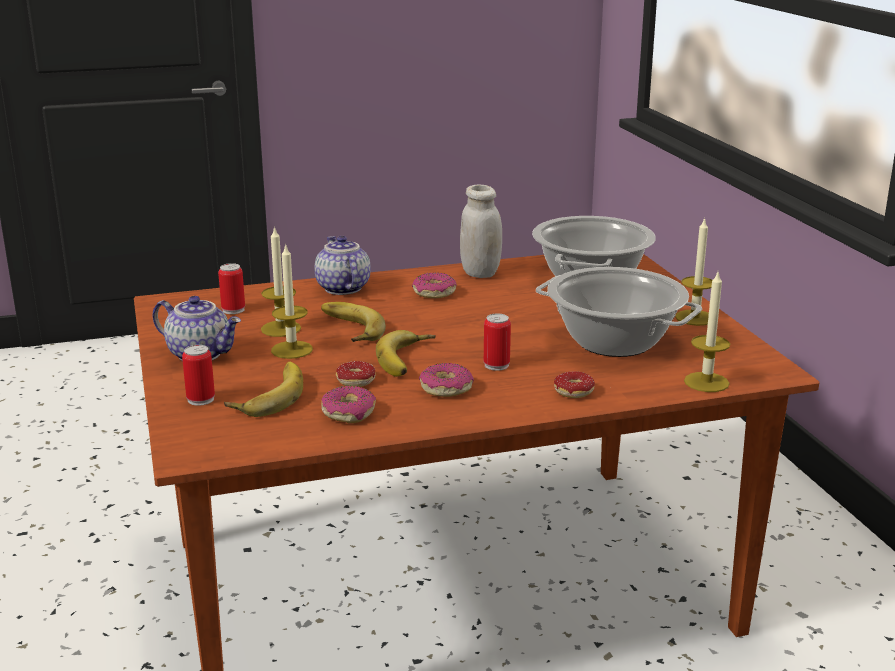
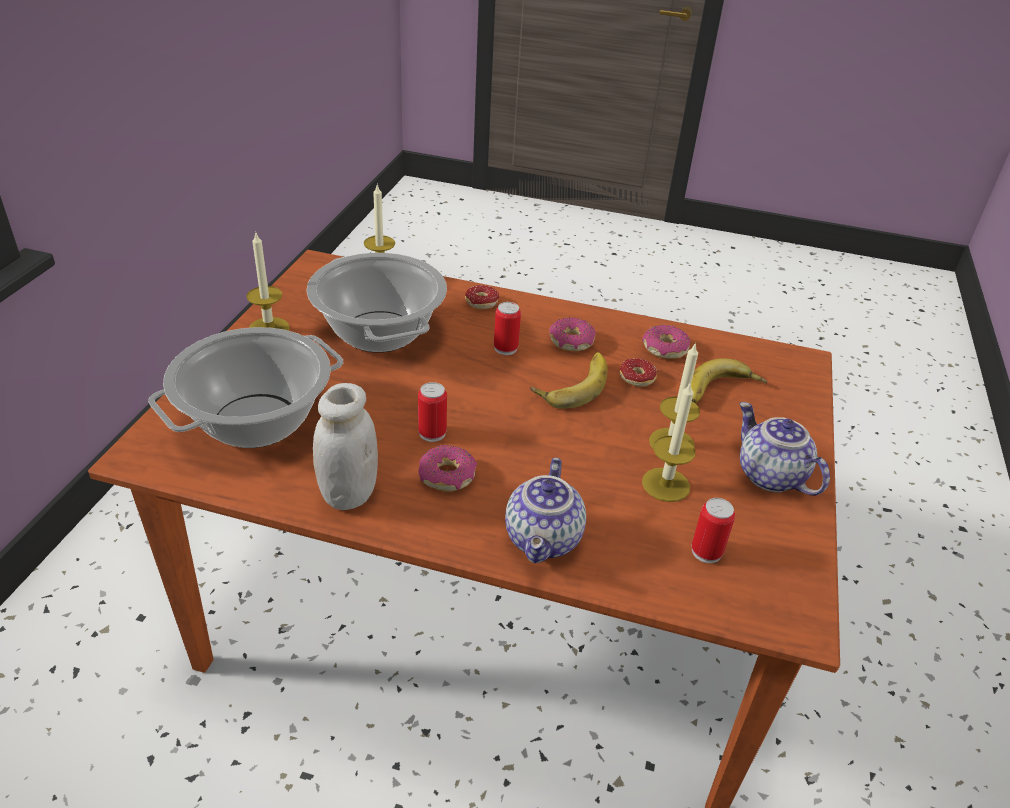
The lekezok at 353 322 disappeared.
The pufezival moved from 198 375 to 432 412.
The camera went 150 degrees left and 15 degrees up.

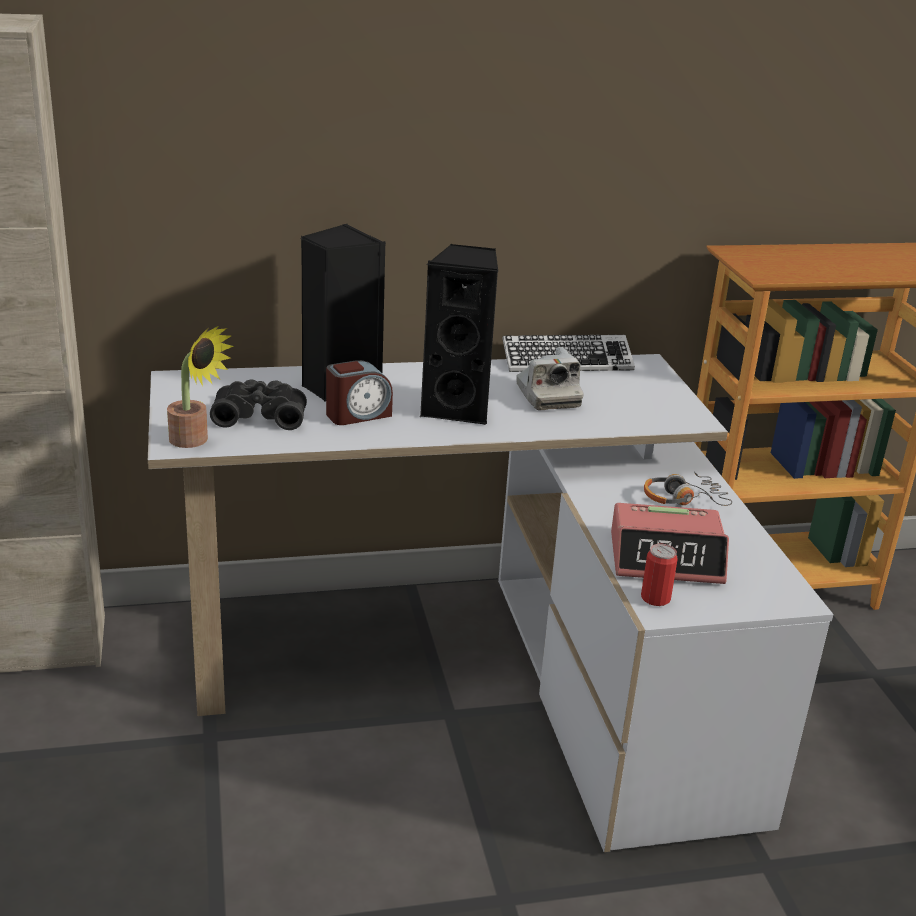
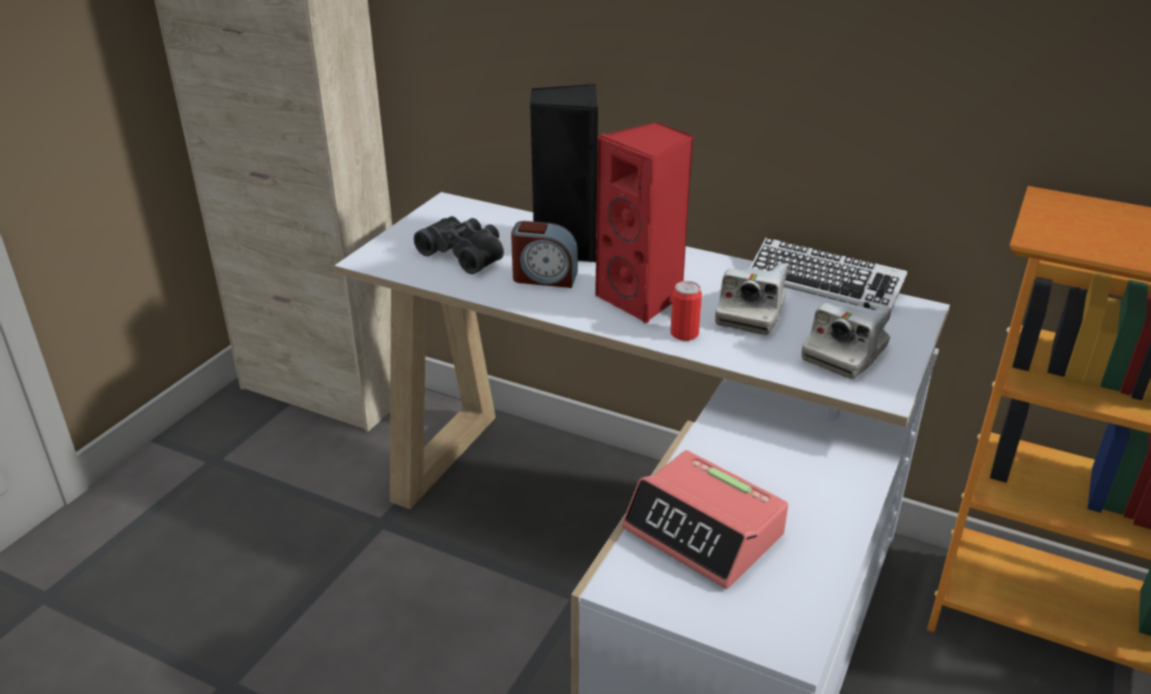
The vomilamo at 200 387 disappeared.
The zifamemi at 688 488 disappeared.
The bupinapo at 846 341 appeared.
The pufezival moved from 659 575 to 686 311.
The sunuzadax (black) at 459 334 became the sunuzadax (red) at 644 223.
The camera went 40 degrees right and 5 degrees up.

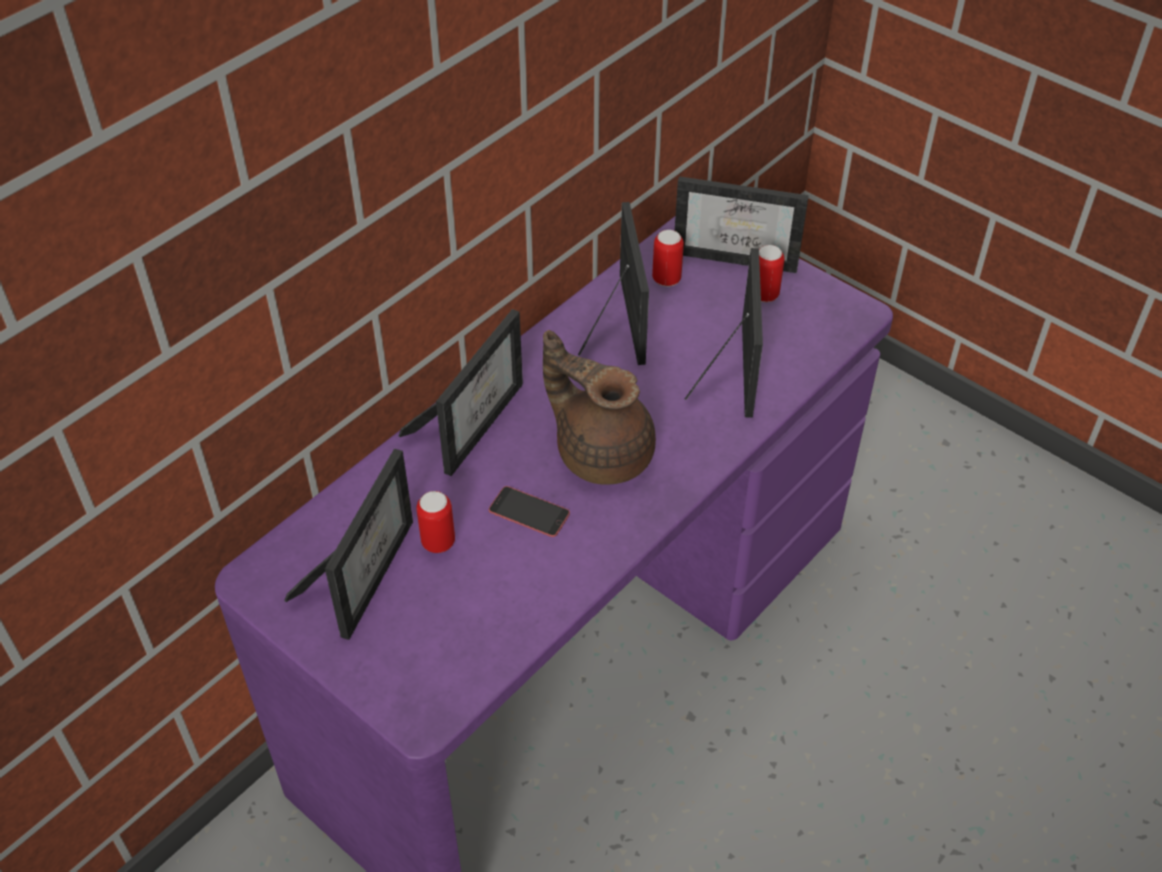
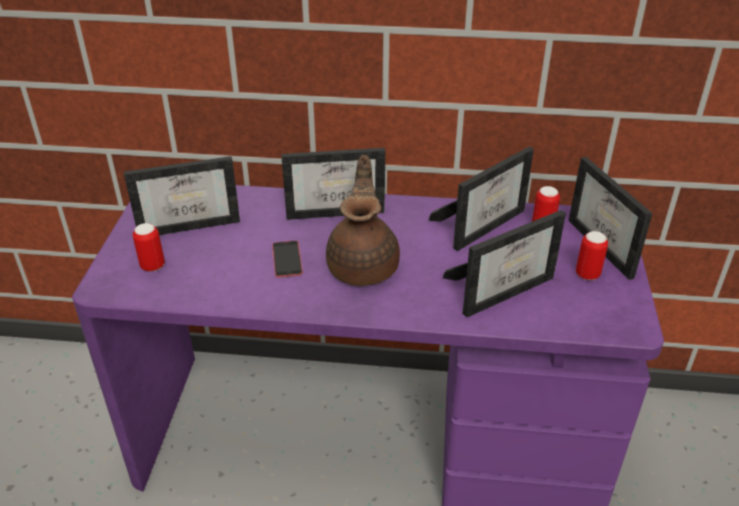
The pufezival moved from 435 522 to 149 247.
The camera went 55 degrees right and 10 degrees down.

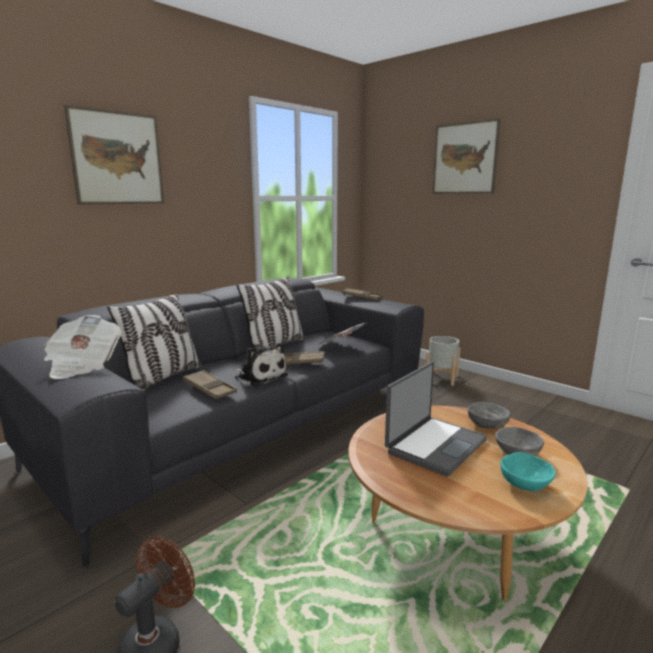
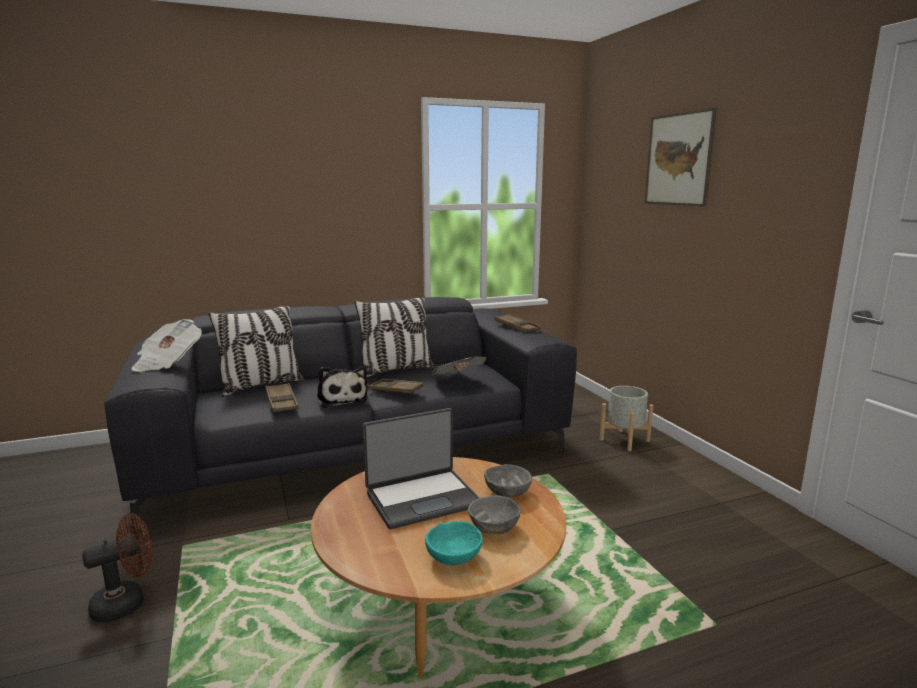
The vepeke at 114 155 disappeared.
The camera went 25 degrees right and 0 degrees up.

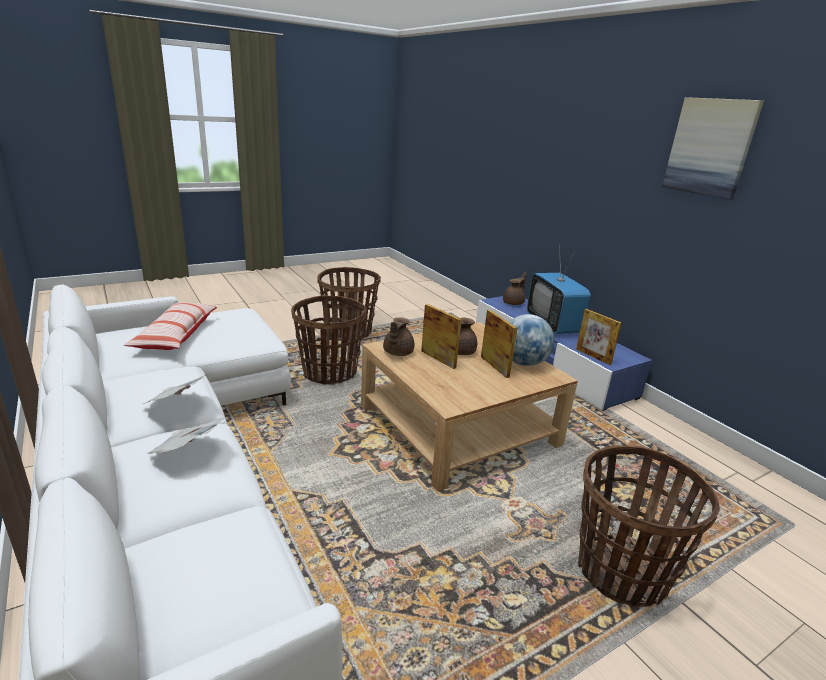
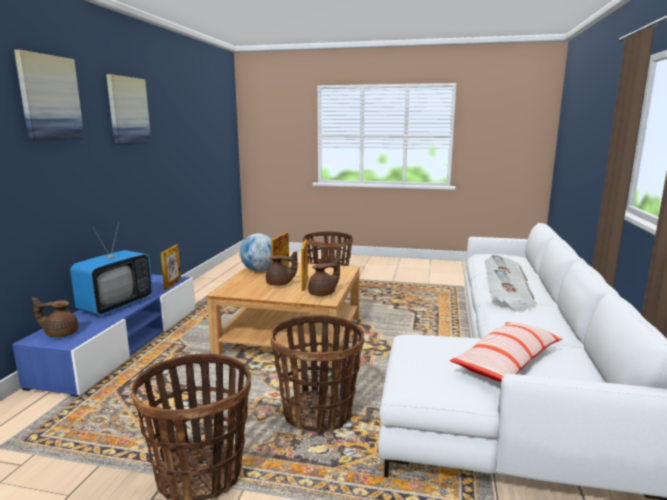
The vepeke at 49 95 appeared.
The camera went 135 degrees left and 10 degrees down.

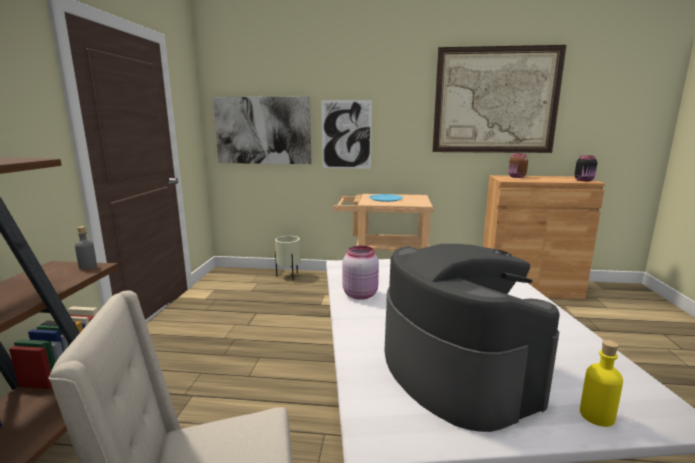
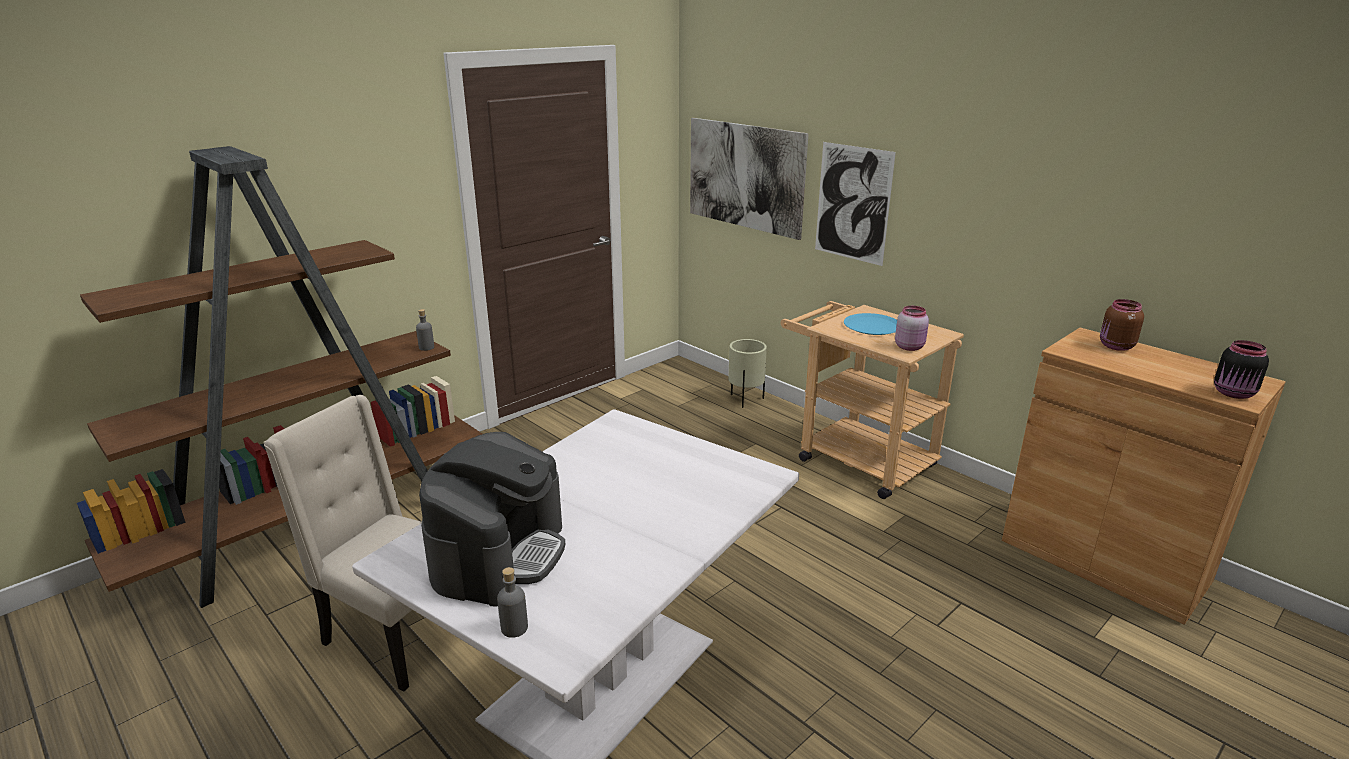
The vepeke at 499 99 disappeared.
The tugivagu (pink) moved from 360 273 to 912 328.
The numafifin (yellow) at 601 383 became the numafifin (grey) at 512 602.
The camera went 40 degrees right and 10 degrees up.

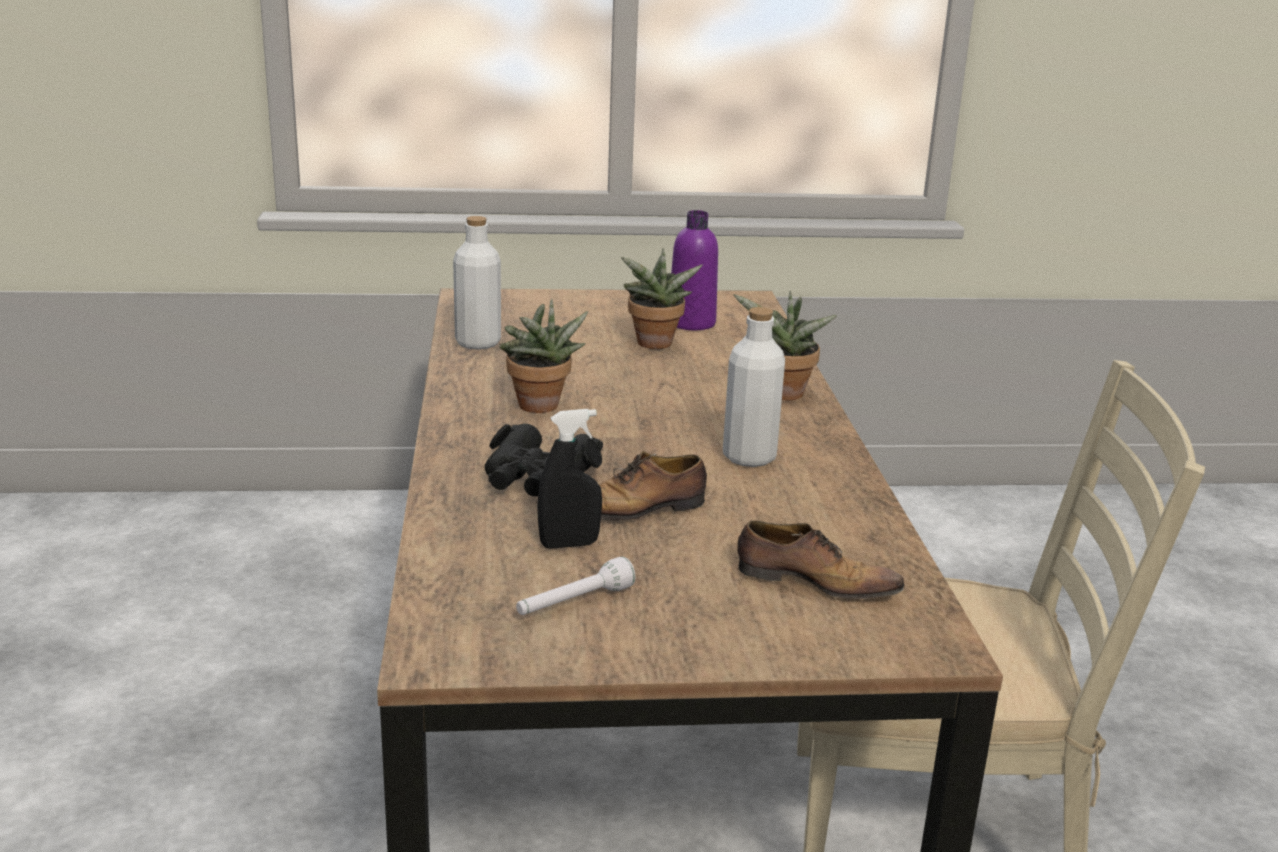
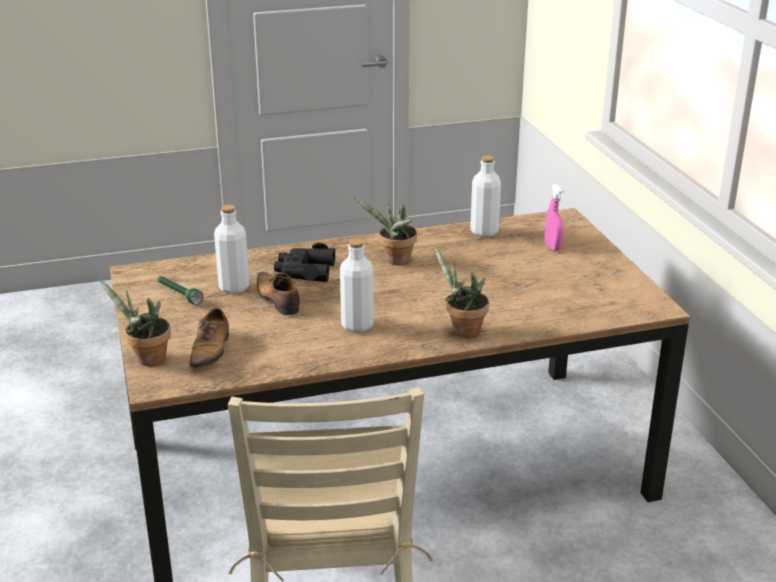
The numafifin (purple) at 694 270 disappeared.
The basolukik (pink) at 554 217 appeared.
The vomilamo moved from 662 298 to 135 322.
The basolukik (black) at 569 479 was replaced by the numafifin (white) at 231 249.
The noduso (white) at 575 586 became the noduso (green) at 180 290.
The camera went 80 degrees right and 5 degrees up.

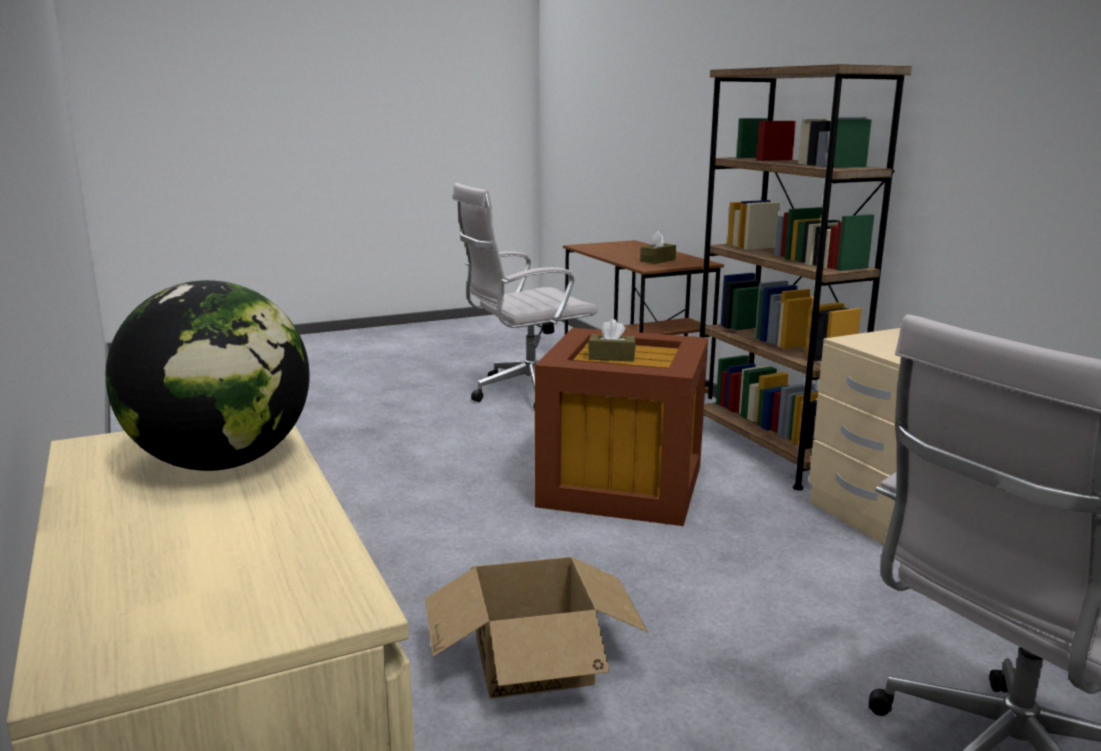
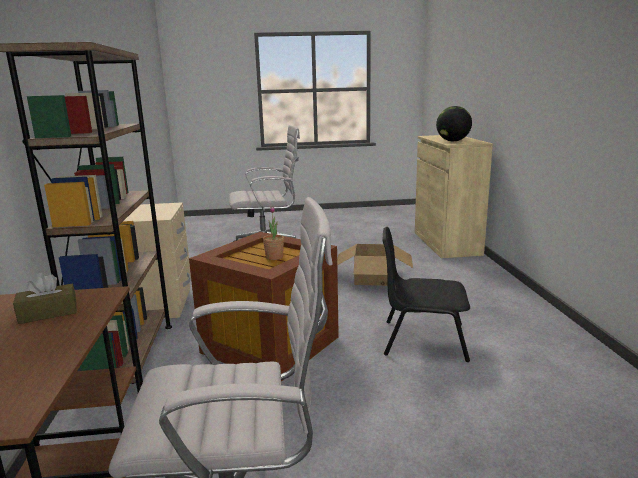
The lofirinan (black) at 426 294 appeared.
The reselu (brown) at 612 340 was replaced by the vomilamo at 273 233.
The camera went 160 degrees left and 0 degrees up.

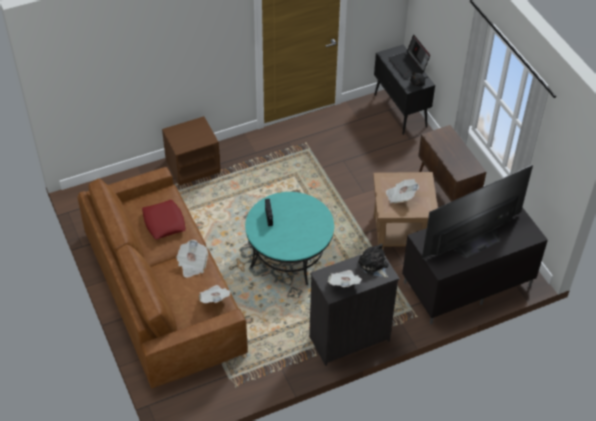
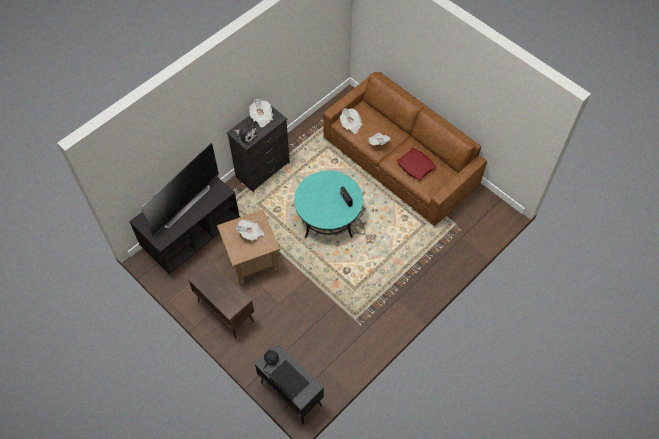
The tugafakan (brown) at 191 151 disappeared.
The camera went 160 degrees right and 10 degrees up.

